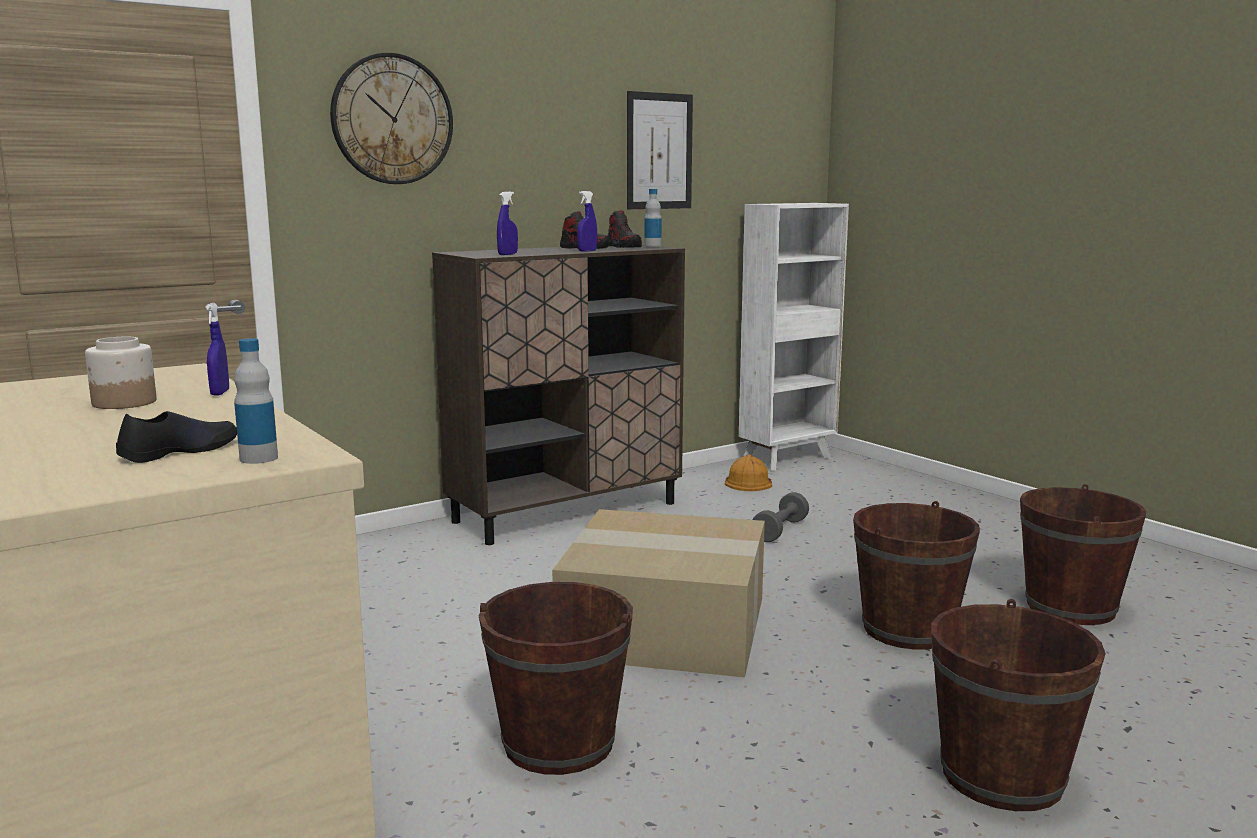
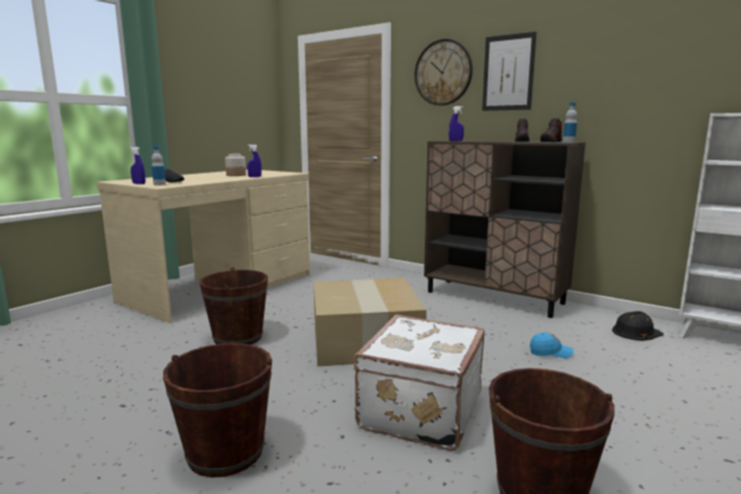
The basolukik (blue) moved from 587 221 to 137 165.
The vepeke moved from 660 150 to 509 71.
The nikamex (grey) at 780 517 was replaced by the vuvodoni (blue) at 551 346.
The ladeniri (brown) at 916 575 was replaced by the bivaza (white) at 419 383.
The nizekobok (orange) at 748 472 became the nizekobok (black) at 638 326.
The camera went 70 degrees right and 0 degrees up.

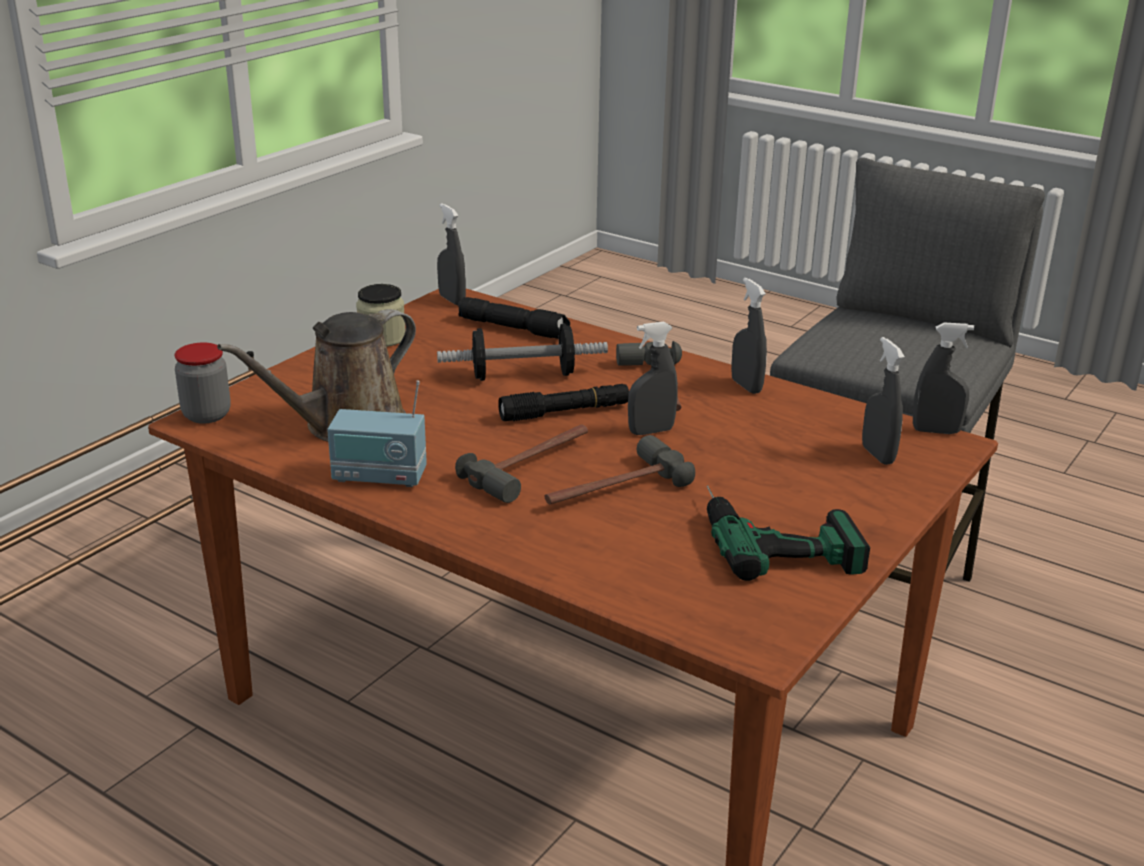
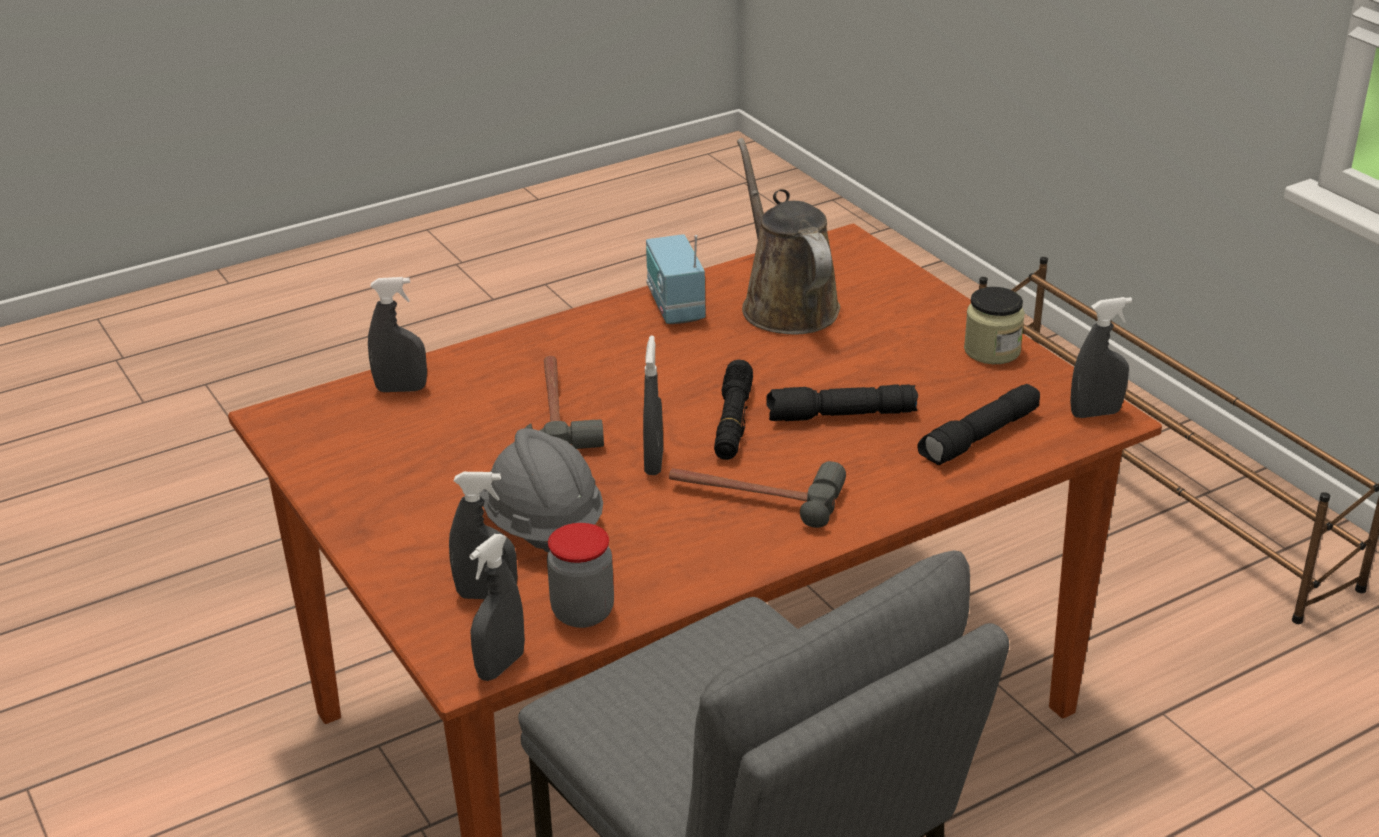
The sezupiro at 521 464 disappeared.
The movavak at 788 533 disappeared.
The nizekobok (grey) at 541 490 appeared.
The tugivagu moved from 202 383 to 580 575.
The basolukik (grey) moved from 749 336 to 397 334.
The nikamex at 522 352 was replaced by the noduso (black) at 842 402.
The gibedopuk at 377 434 turned 45 degrees counterclockwise.
The camera went 115 degrees right and 5 degrees up.

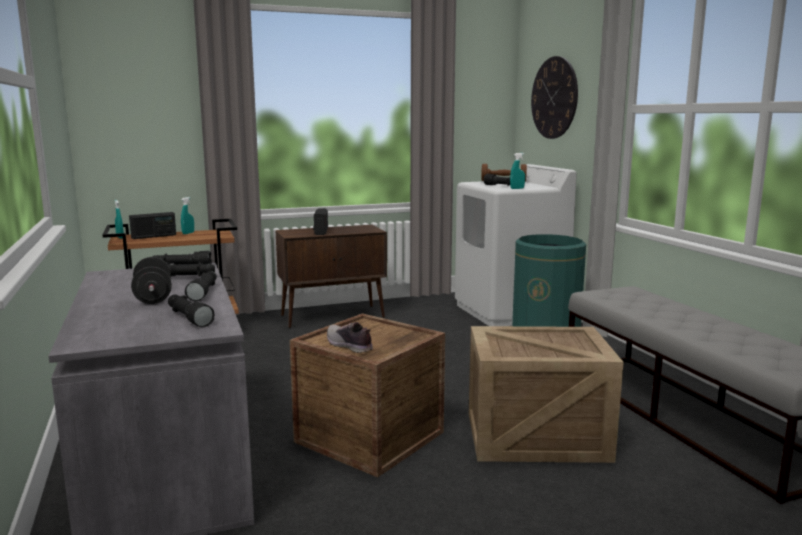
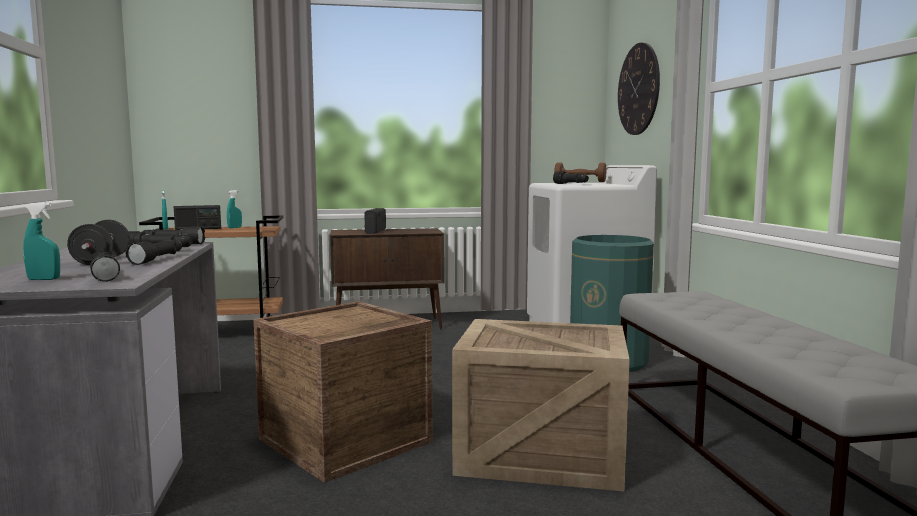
The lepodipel at 350 337 disappeared.
The basolukik (turquoise) moved from 517 171 to 41 241.
The camera went 10 degrees right and 5 degrees down.

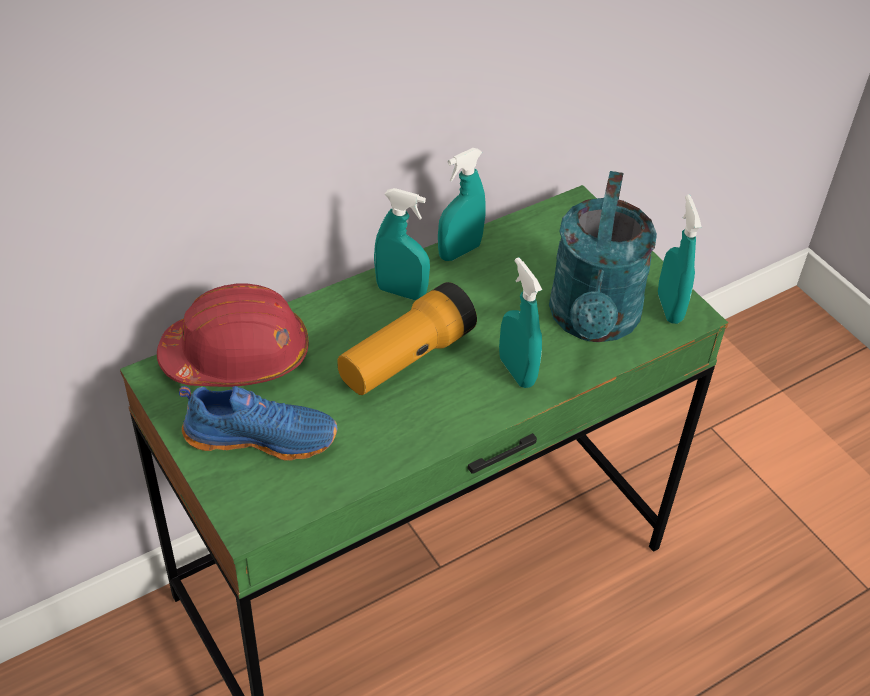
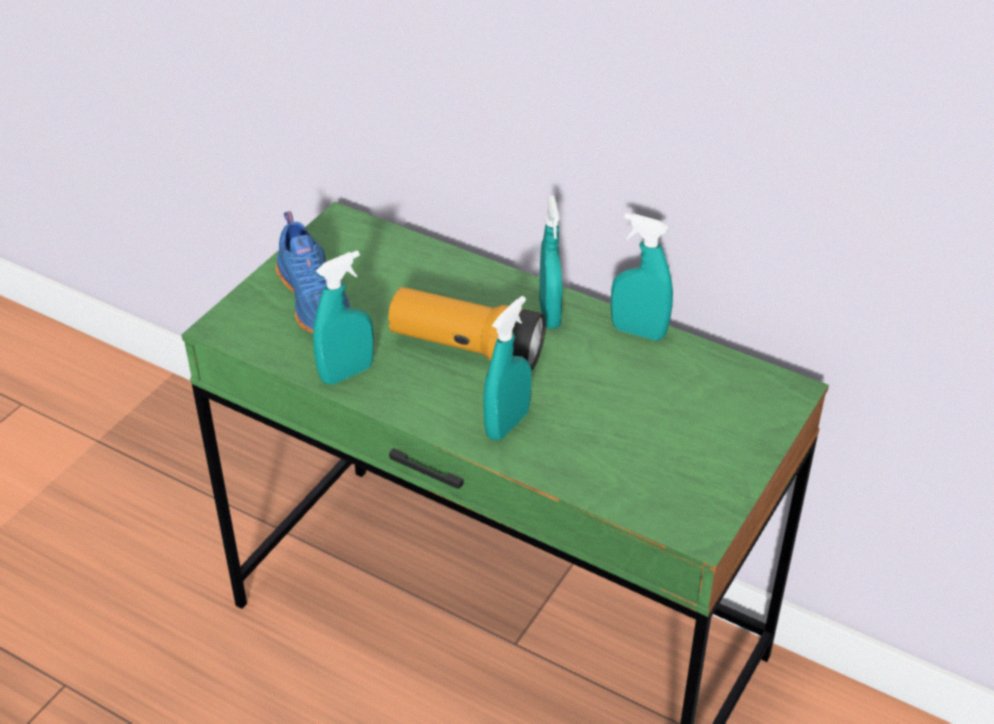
The nizekobok (red) at 233 335 disappeared.
The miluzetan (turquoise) at 603 256 disappeared.
The basolukik (turquoise) moved from 680 259 to 343 317.
The camera went 65 degrees right and 5 degrees down.

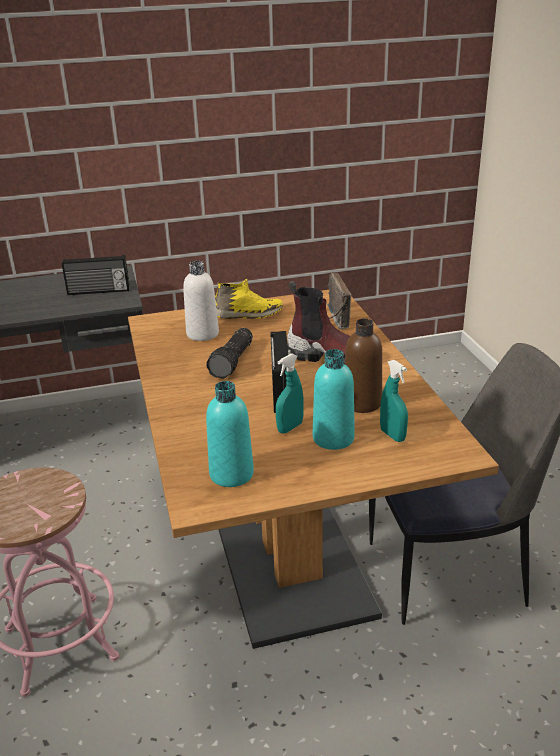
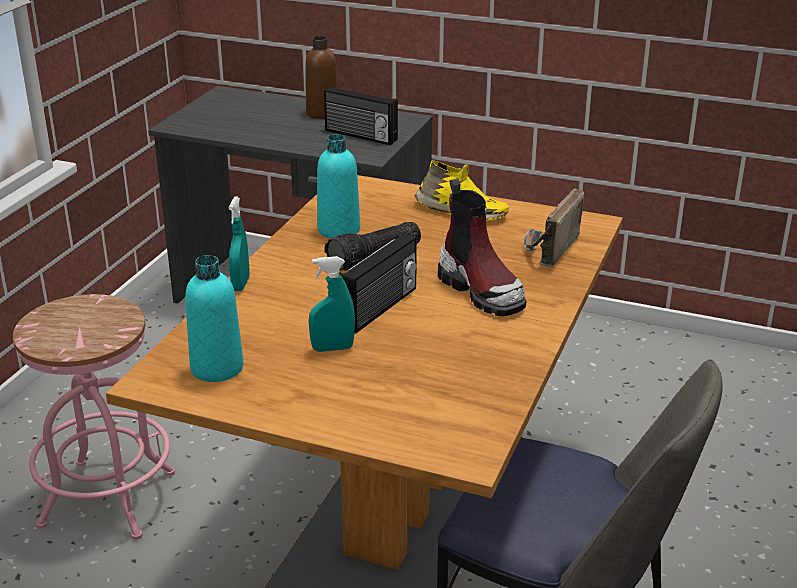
The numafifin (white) at 201 301 disappeared.
The numafifin (turquoise) moved from 334 399 to 338 186.
The numafifin (brown) moved from 363 365 to 321 77.
The basolukik (turquoise) moved from 394 401 to 239 244.
The camera went 35 degrees right and 0 degrees up.

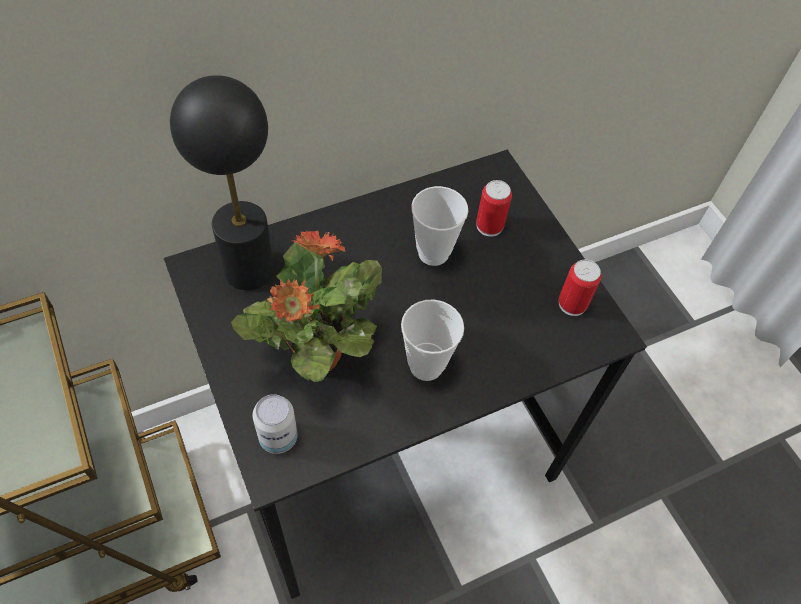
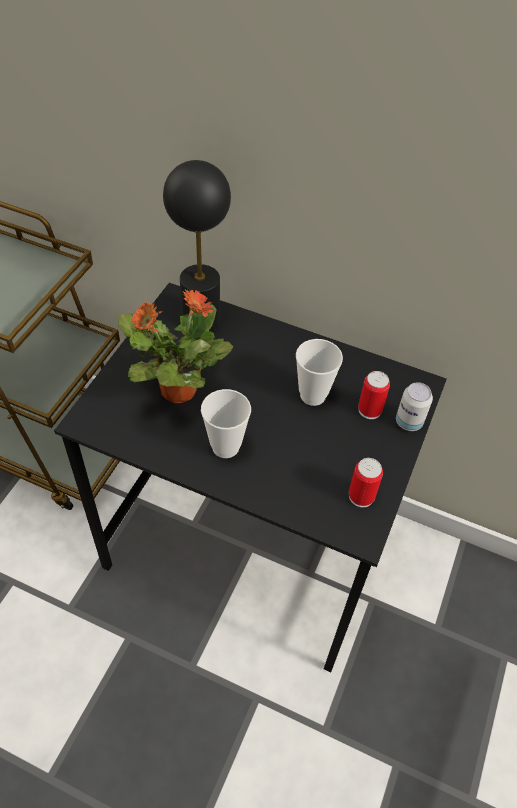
The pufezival moved from 274 424 to 414 406.
The camera went 50 degrees right and 5 degrees down.

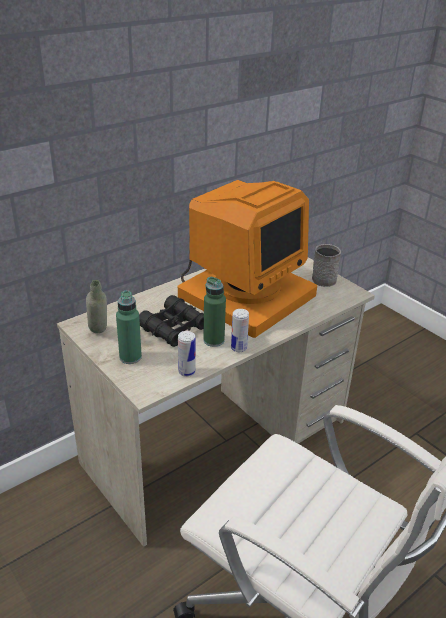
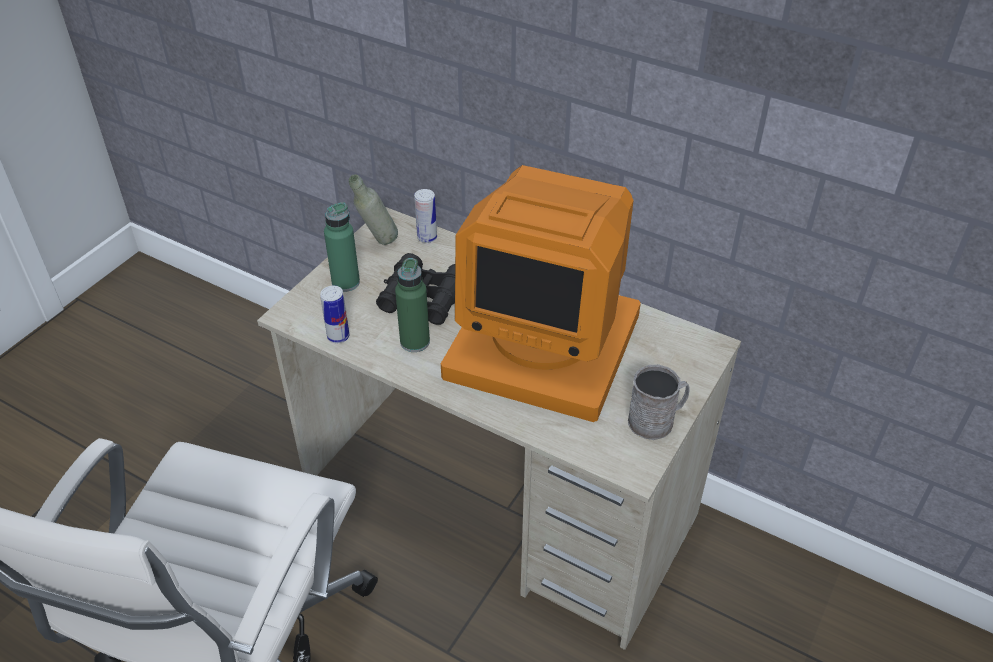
The pufezival moved from 240 330 to 425 216.
The camera went 70 degrees right and 10 degrees up.

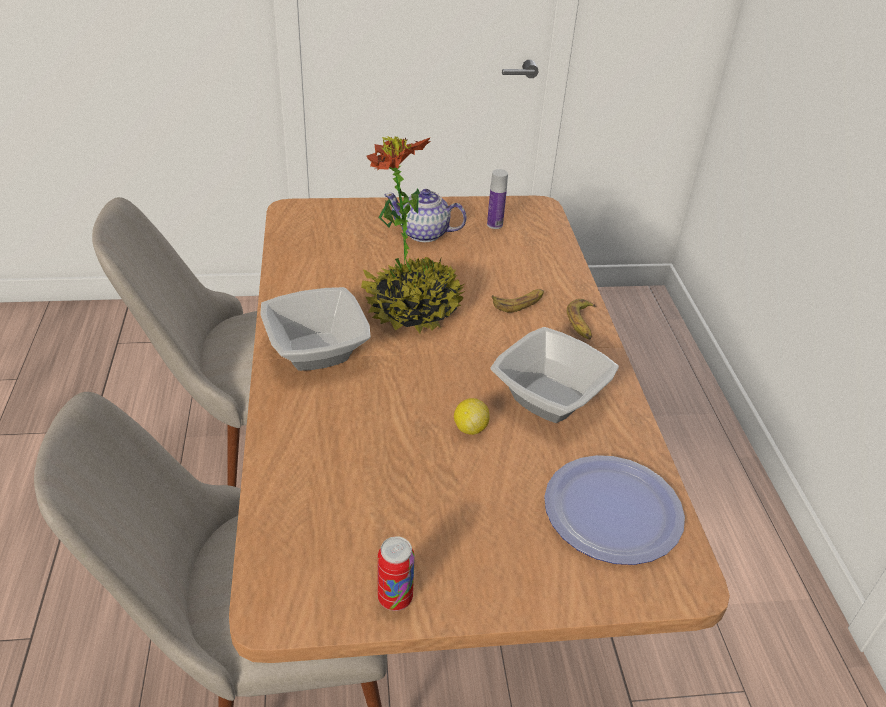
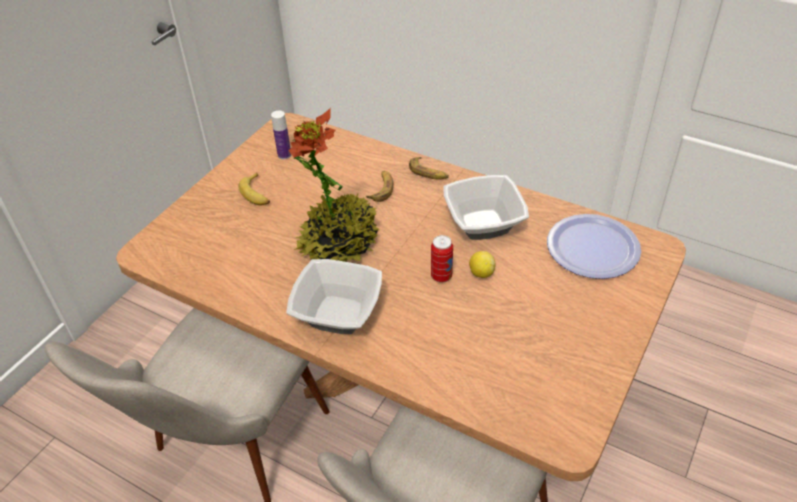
The pufezival moved from 396 573 to 442 259.
The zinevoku at 426 215 was replaced by the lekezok at 254 188.
The camera went 50 degrees left and 5 degrees up.

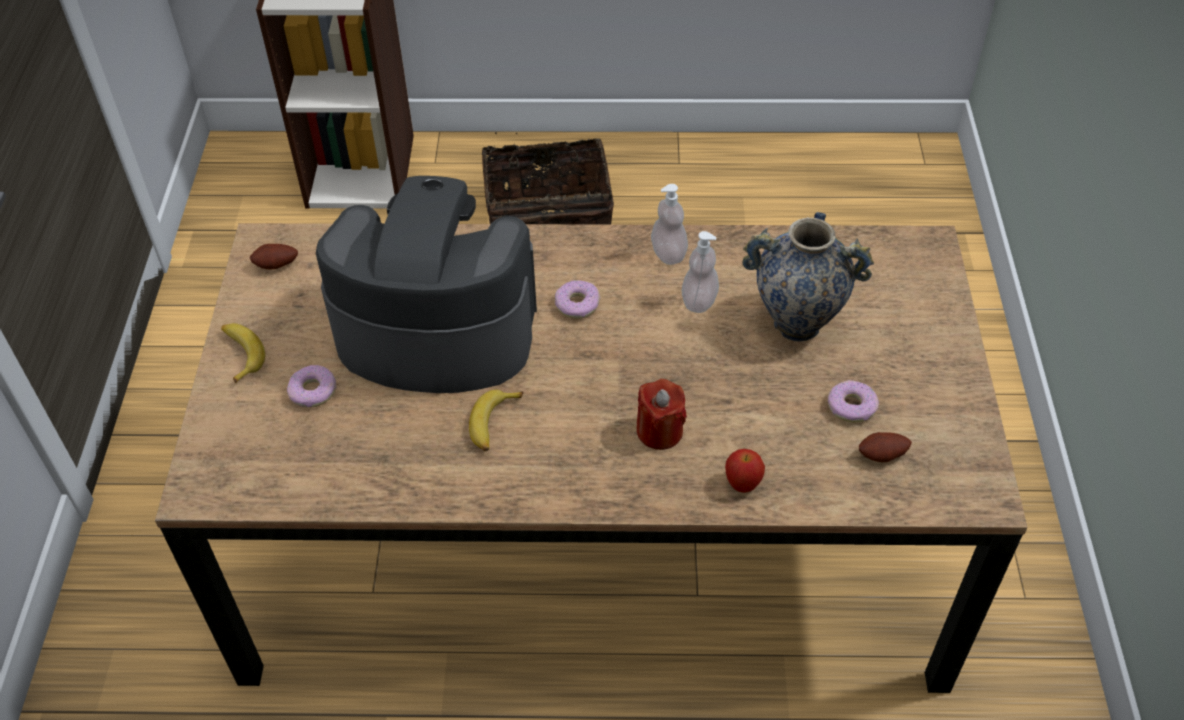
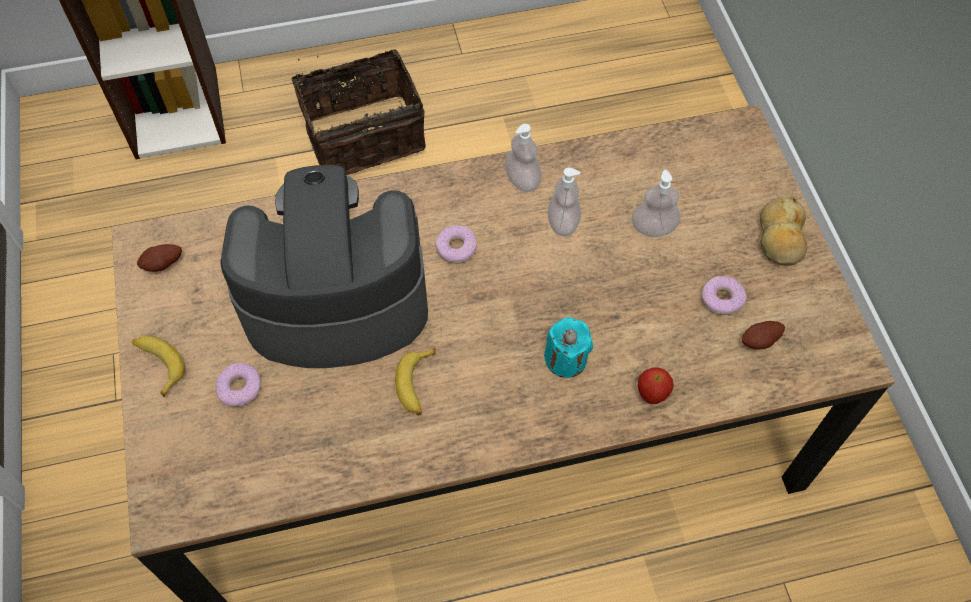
The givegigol at 783 231 appeared.
The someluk at 808 277 was replaced by the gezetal at 656 203.
The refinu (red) at 662 414 became the refinu (turquoise) at 568 347.
The camera went 15 degrees left and 10 degrees up.

